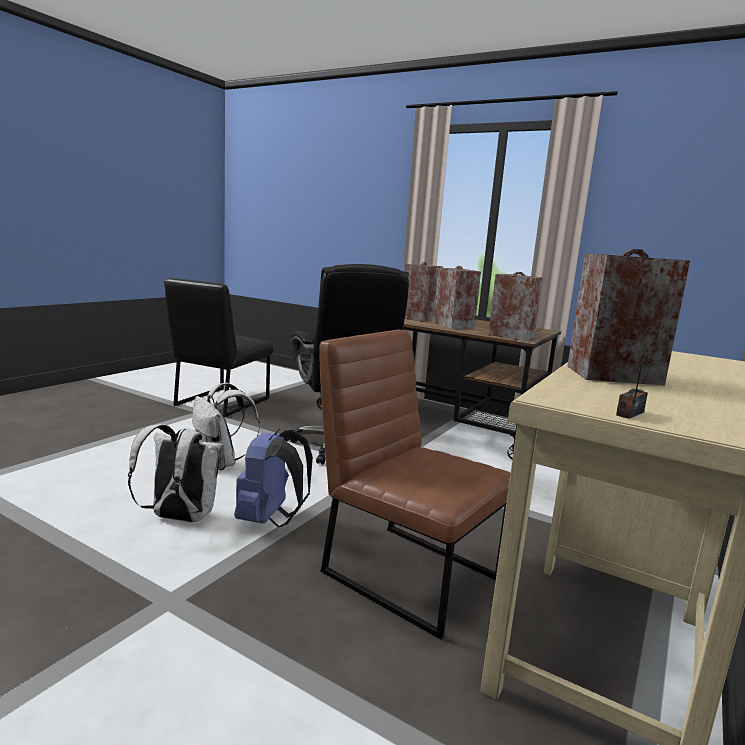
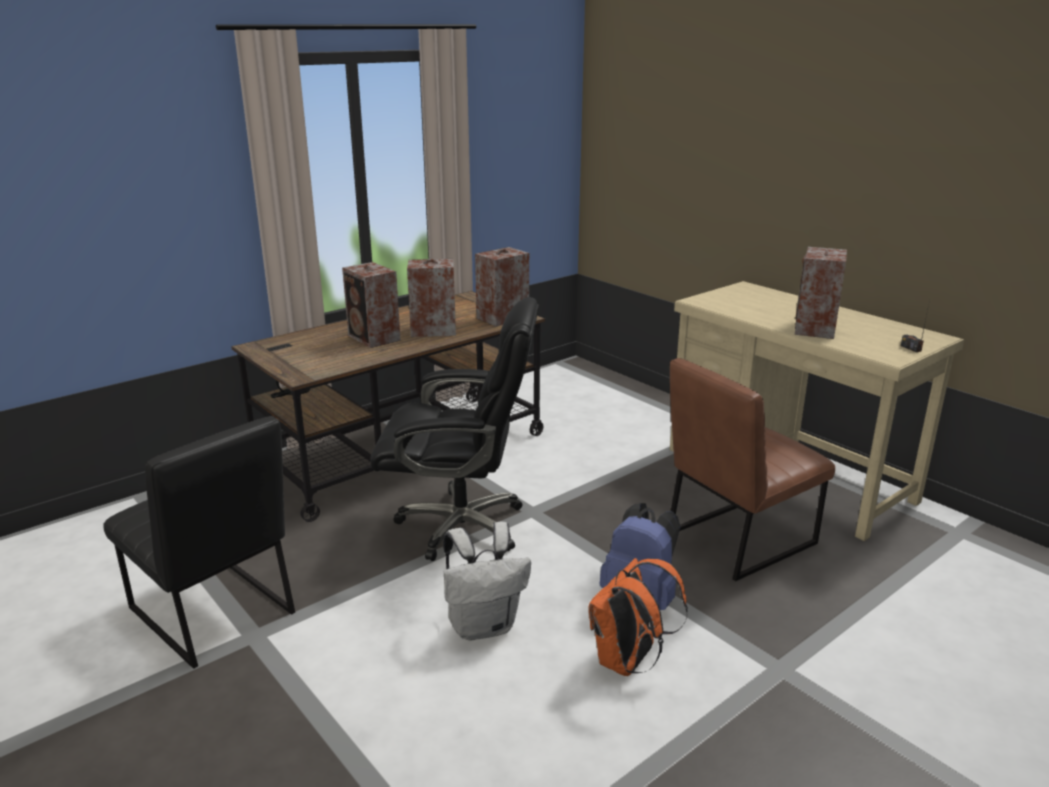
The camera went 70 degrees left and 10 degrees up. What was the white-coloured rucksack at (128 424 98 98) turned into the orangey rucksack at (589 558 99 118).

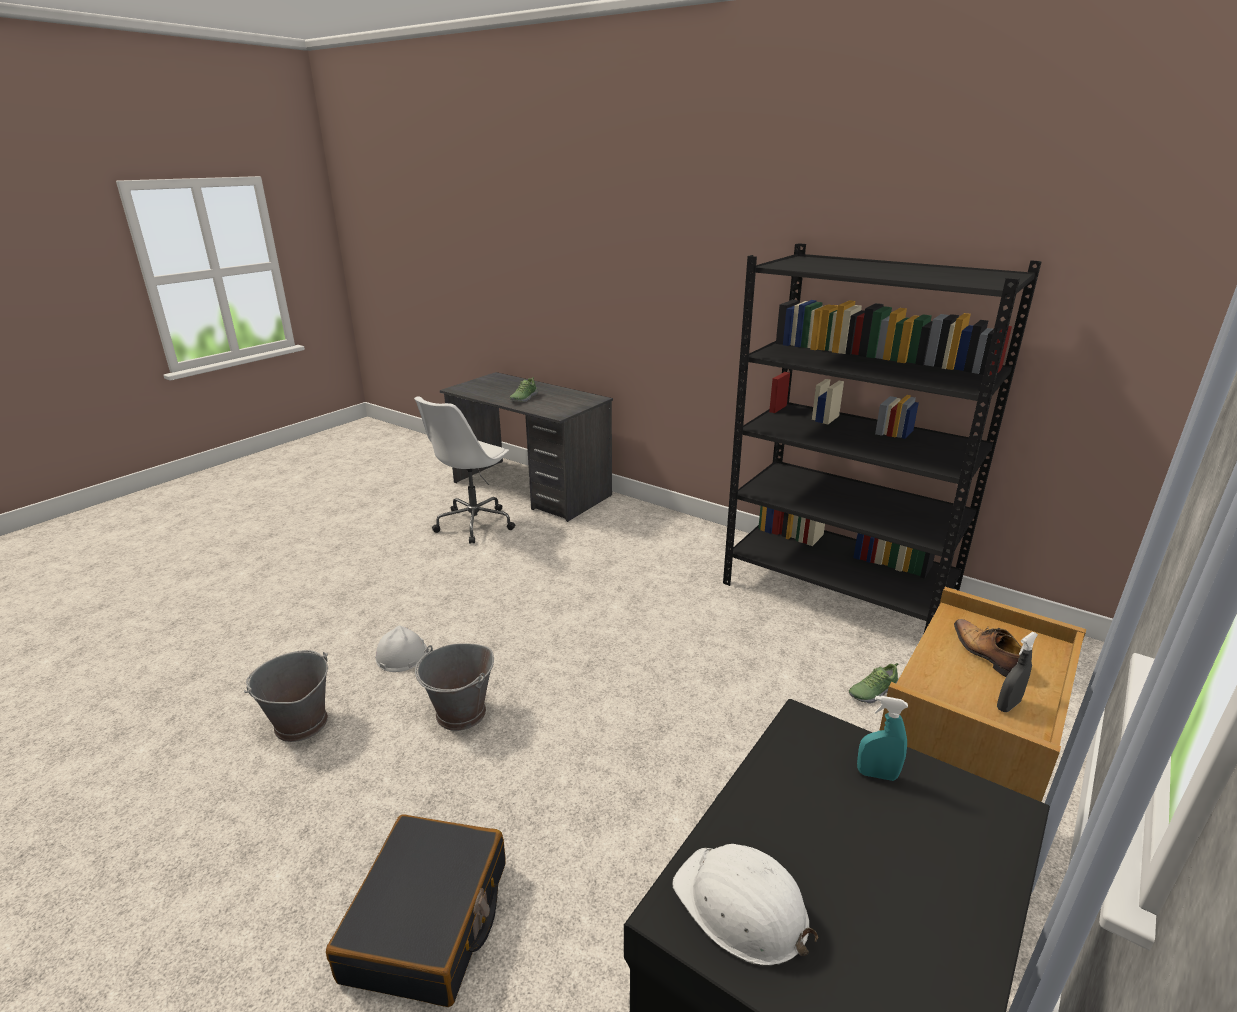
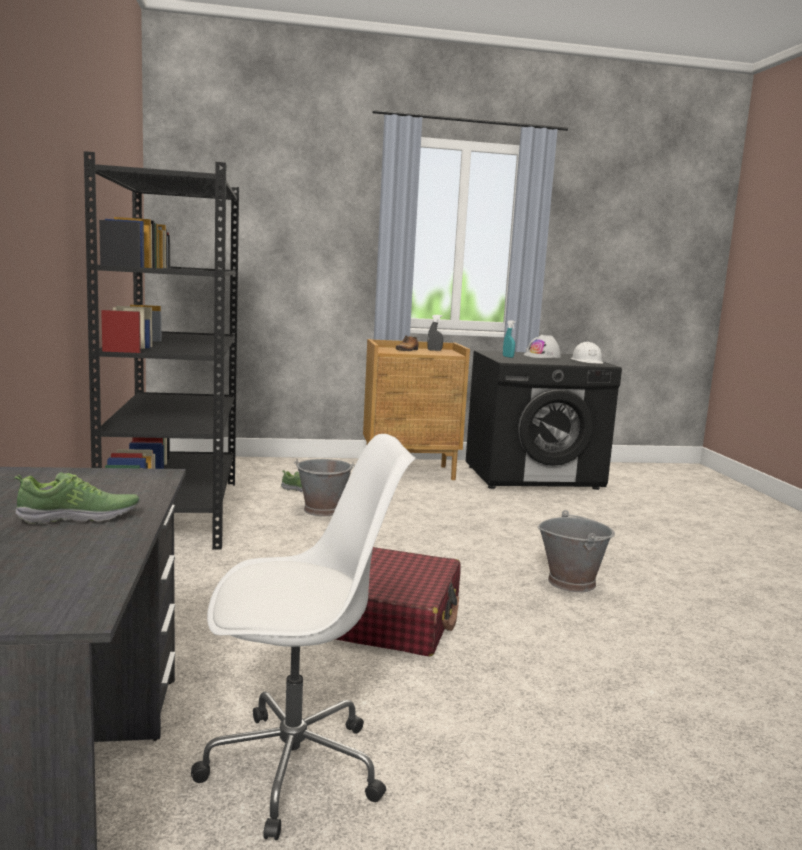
The camera went 135 degrees left and 15 degrees down. The second view lost the black-coloured suitcase at (326 814 179 193). The second view gained the red-coloured suitcase at (335 547 126 110). The grey water bucket ended up elsewhere, having gone from (244 650 84 92) to (294 459 61 57). The white-coloured hard hat ended up elsewhere, having gone from (375 625 52 47) to (524 335 37 23).

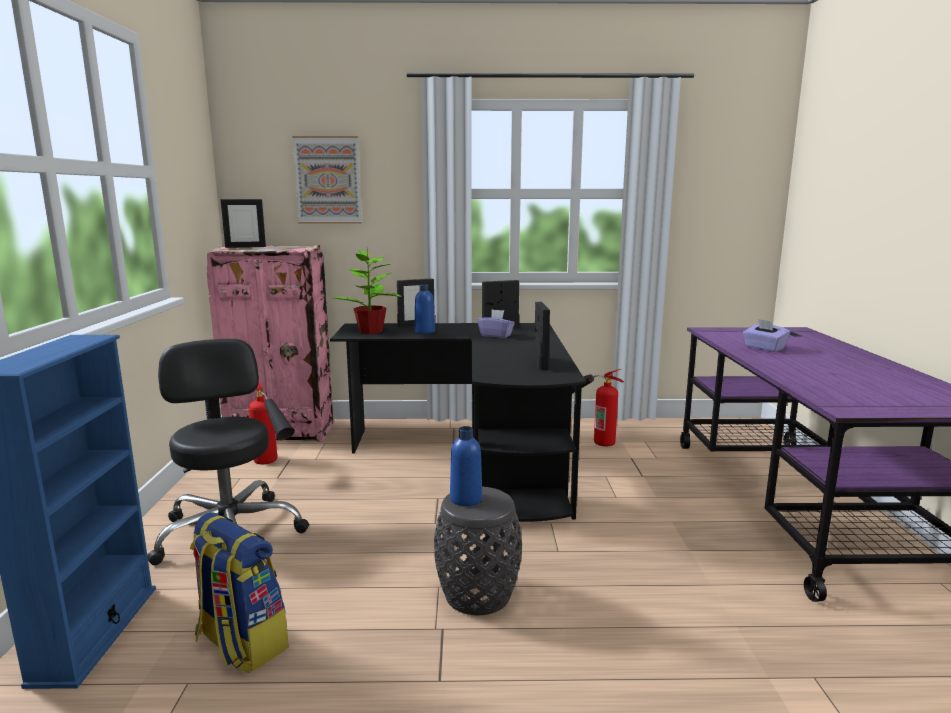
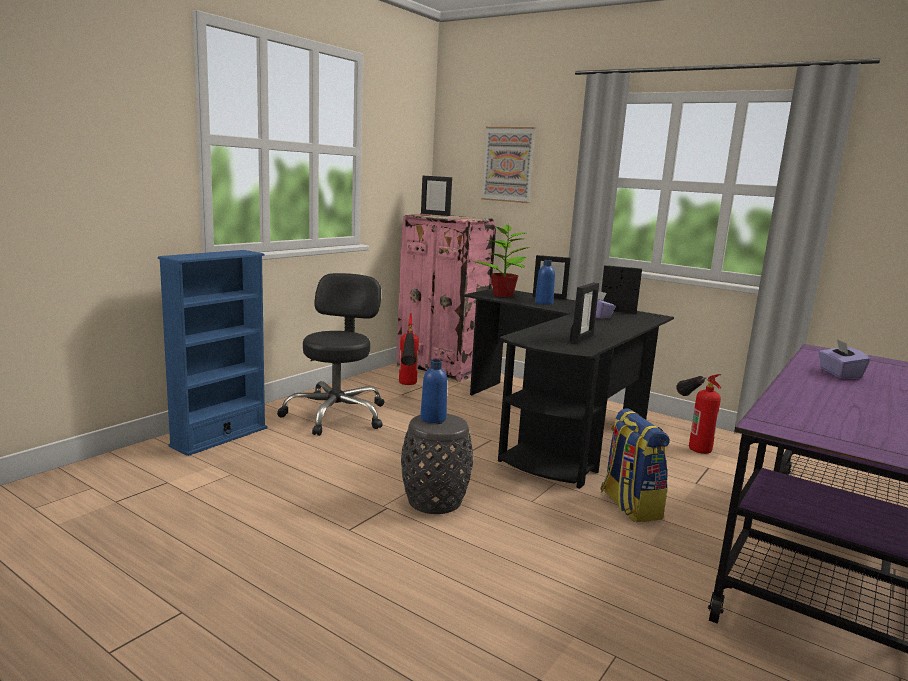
The camera went 35 degrees right and 0 degrees up. The rucksack ended up elsewhere, having gone from (190 512 99 161) to (600 408 70 114).

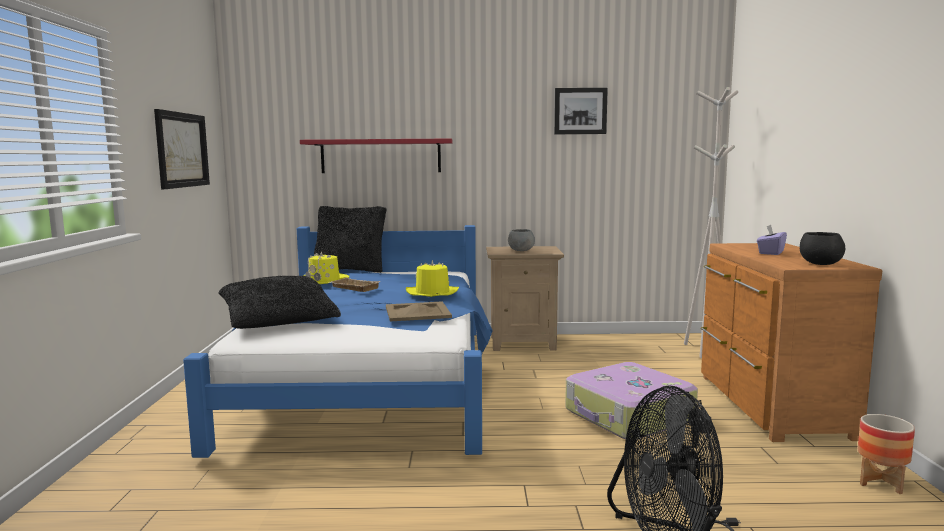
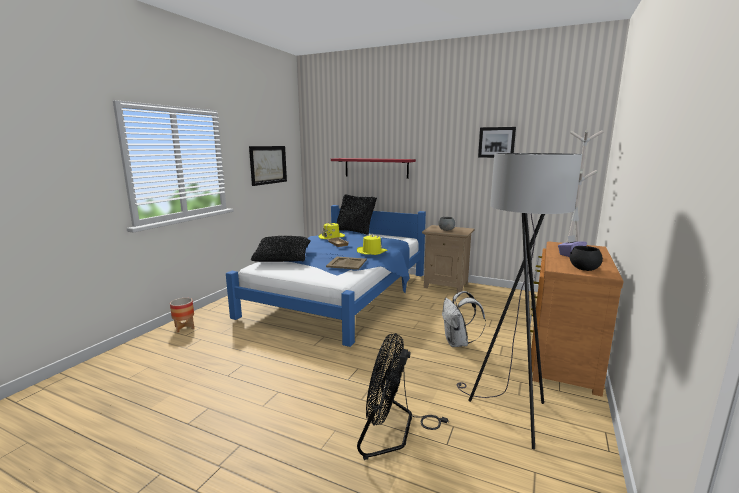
The camera went 25 degrees right and 5 degrees up. The second view gained the grey floor lamp at (457 153 125 296). The plant pot ended up elsewhere, having gone from (858 414 57 80) to (170 298 24 35). Where the suitcase stood at (565 362 133 78), the white-coloured rucksack came to stand at (442 291 44 56).

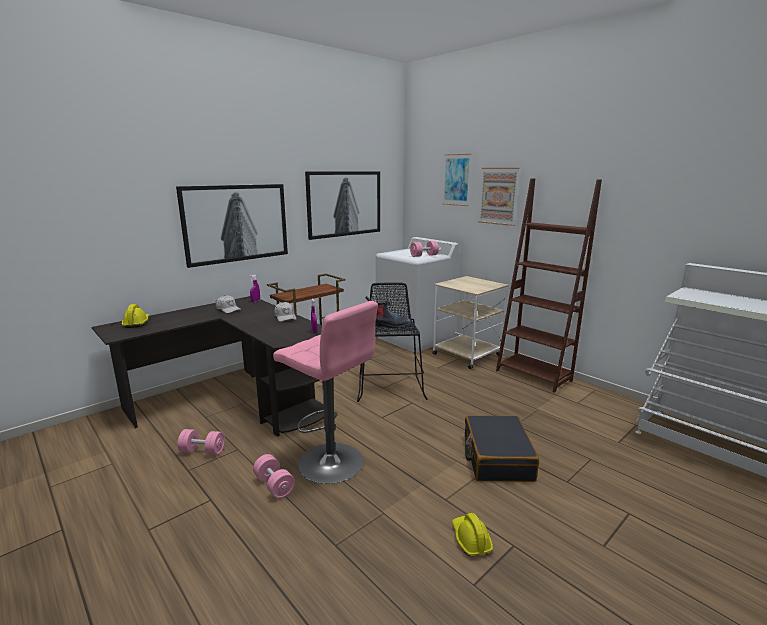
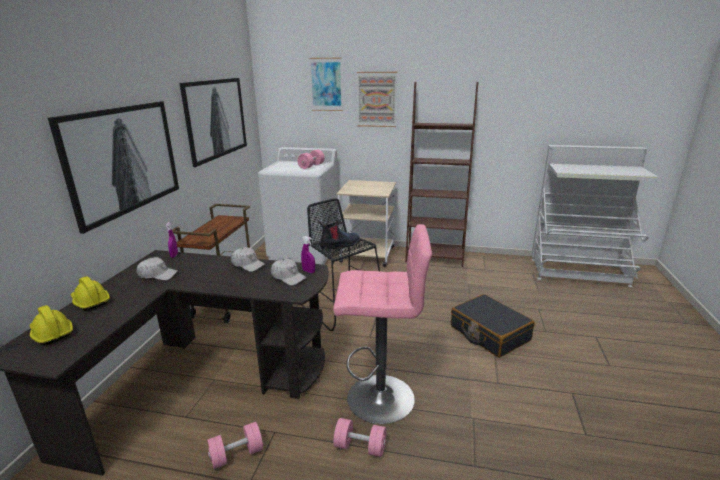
The camera went 35 degrees left and 5 degrees up. The second view gained the white-coloured peaked cap at (271 259 36 27). The yellowish hard hat ended up elsewhere, having gone from (452 513 41 43) to (70 276 40 35).

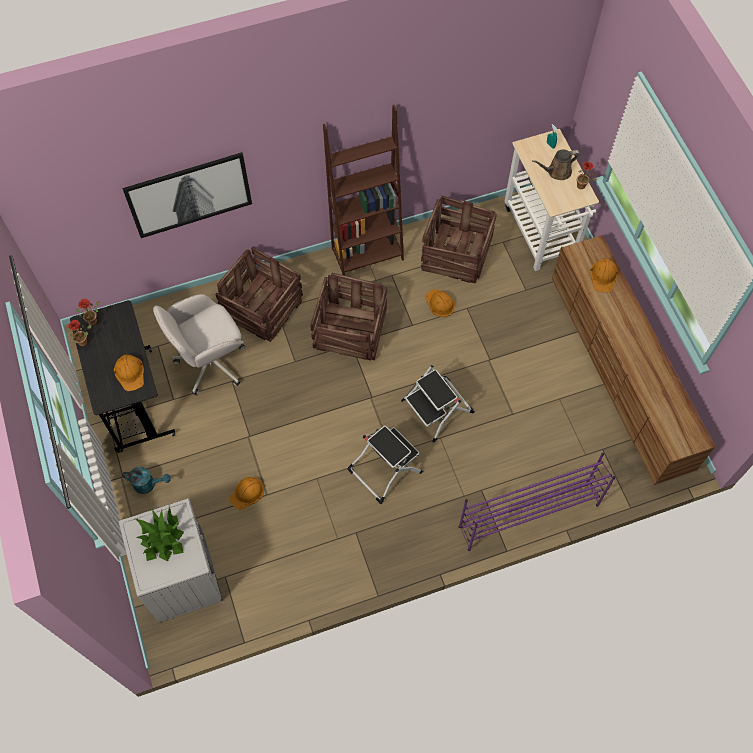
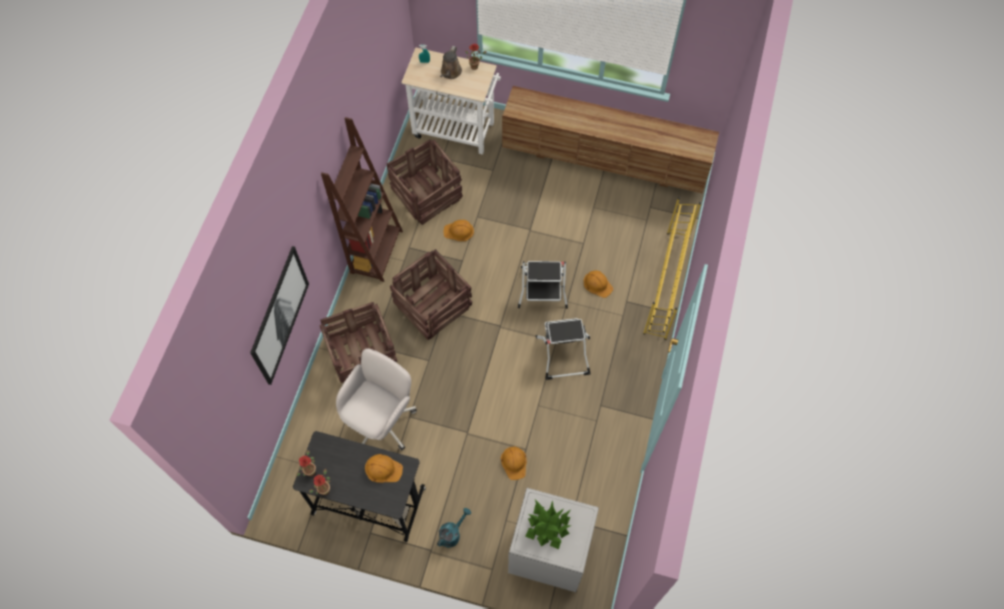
The camera went 55 degrees left and 0 degrees up. The orangey hard hat ended up elsewhere, having gone from (590 259 28 33) to (584 271 29 27). What was the purple shoe shelf at (459 453 156 98) turned into the yellowish shoe shelf at (643 197 58 143). The white-coloured office chair at (153 294 92 101) ended up facing another way, 150 degrees counterclockwise from before.

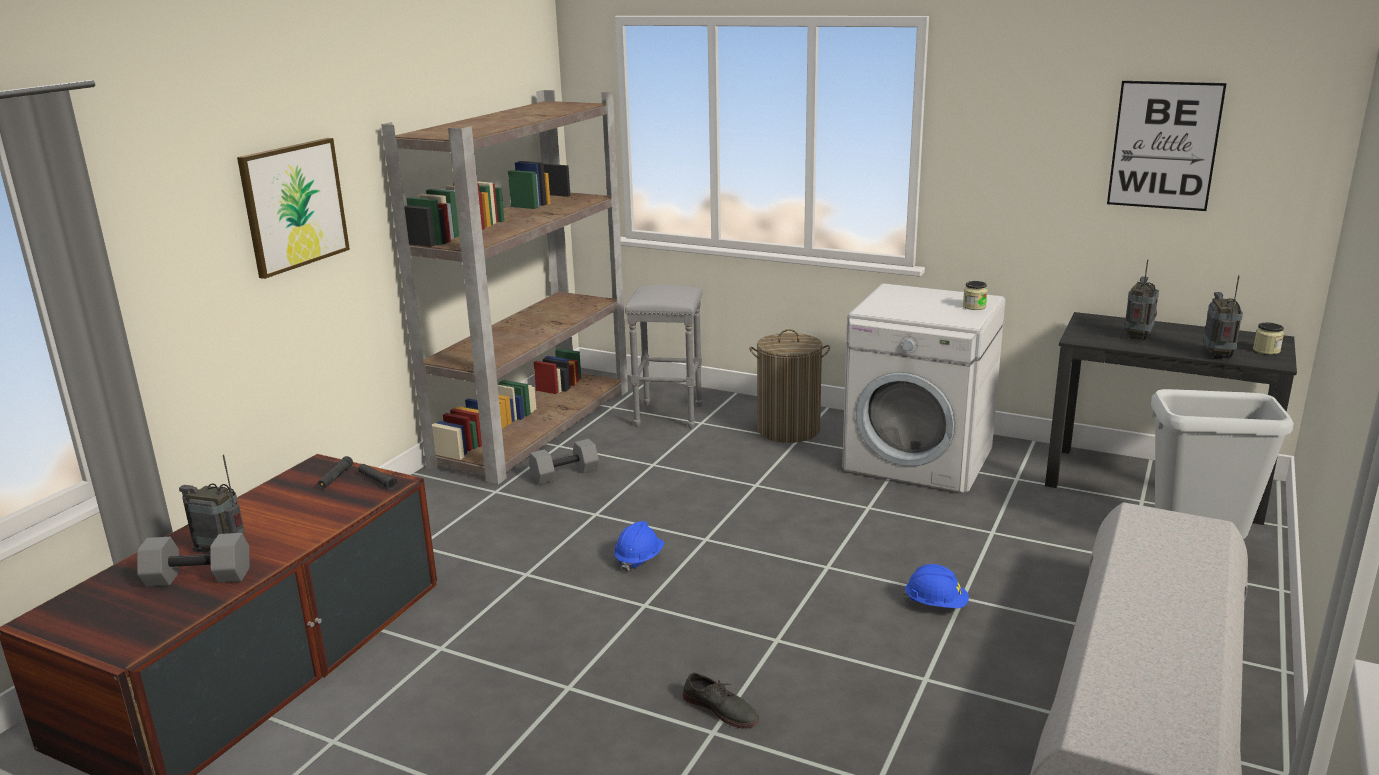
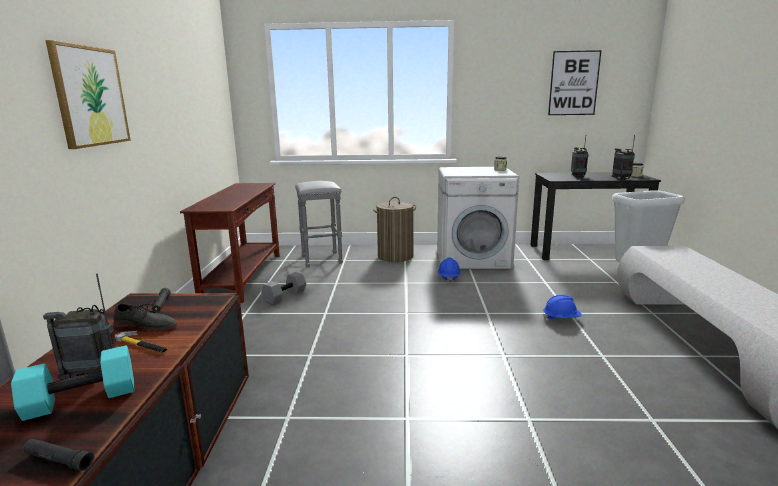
The camera went 25 degrees left and 5 degrees down. The second view gained the hand hammer at (115 331 52 22). The black-coloured torch ended up elsewhere, having gone from (358 464 39 25) to (23 439 72 32). The blue-coloured hard hat ended up elsewhere, having gone from (614 521 50 51) to (438 258 23 24). The grey low shoe ended up elsewhere, having gone from (683 673 76 56) to (113 303 64 29). Where the brownish bookcase stood at (381 90 247 395), the brownish narrow table came to stand at (180 183 100 120). What was the grey dumbbell at (137 533 113 54) turned into the blue-green dumbbell at (11 345 123 76).

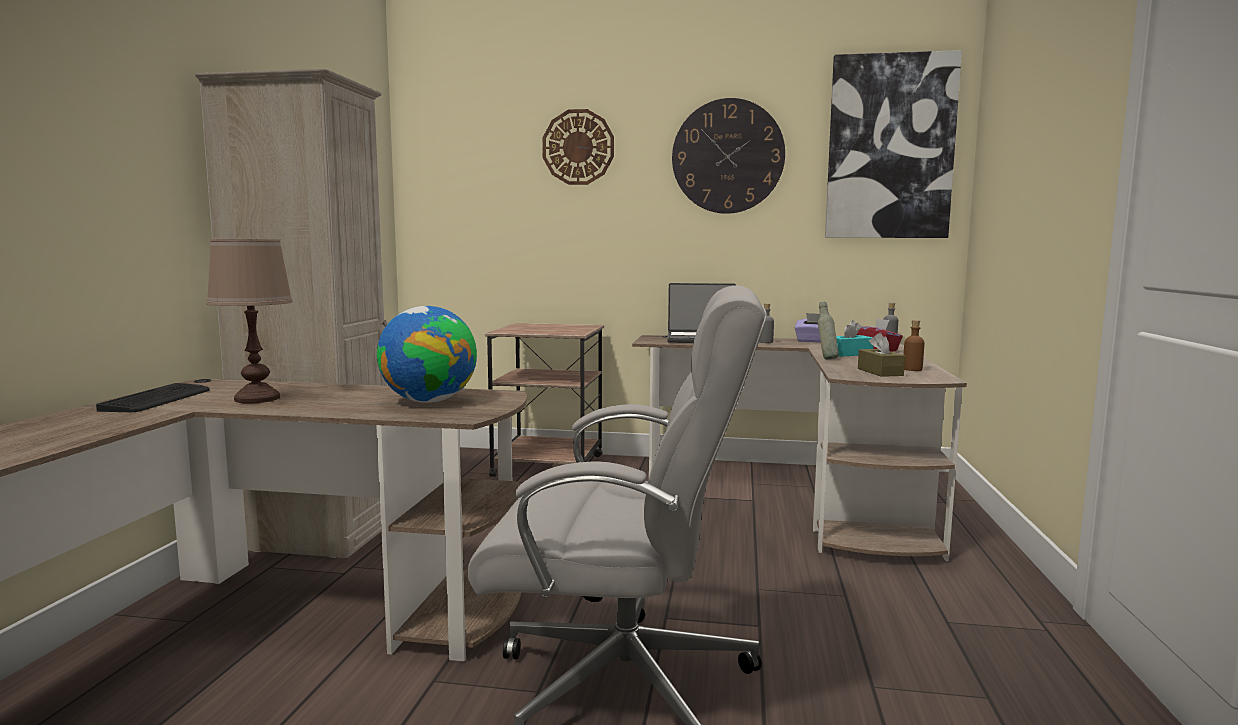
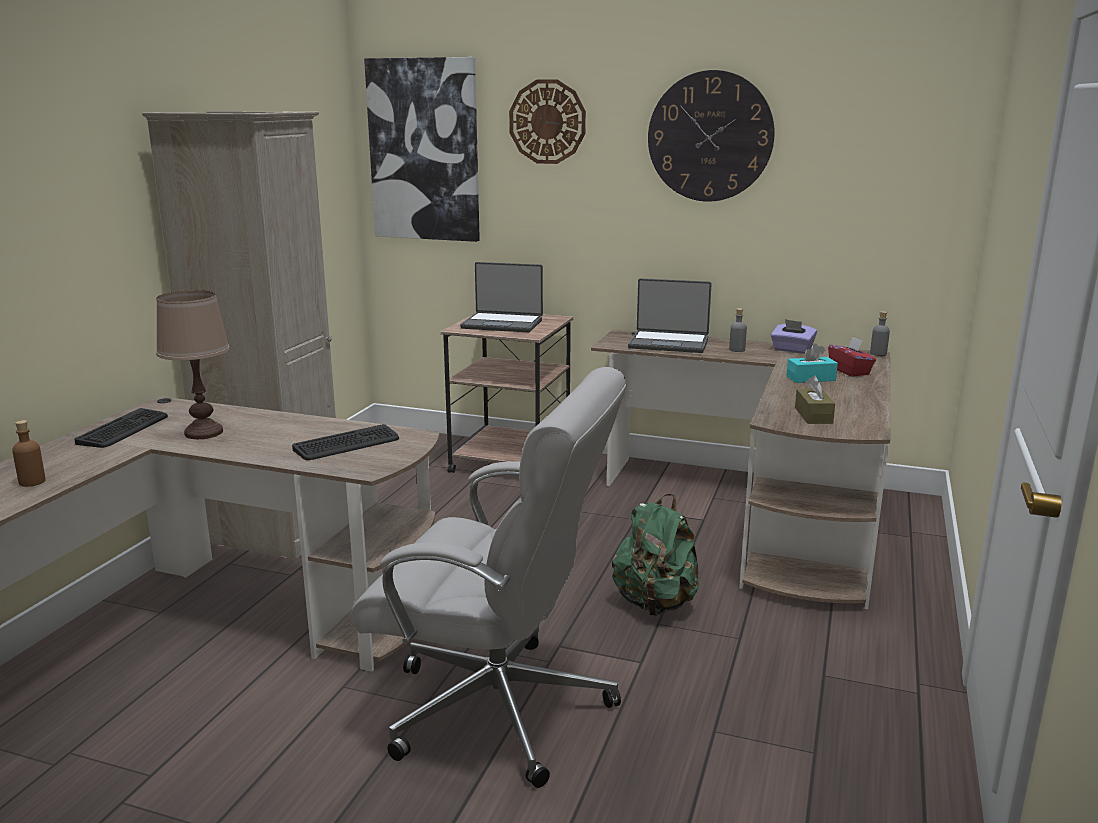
The camera went 10 degrees right and 10 degrees up. The second view lost the grey bottle at (818 302 21 58). The second view gained the laptop at (460 262 83 70). The second view gained the green-coloured rucksack at (612 494 87 122). The wall picture ended up elsewhere, having gone from (825 50 137 188) to (364 57 116 185). The brownish bottle ended up elsewhere, having gone from (903 320 22 51) to (12 420 34 67). Where the desk globe stood at (377 306 100 97), the keyboard came to stand at (292 424 107 36).

